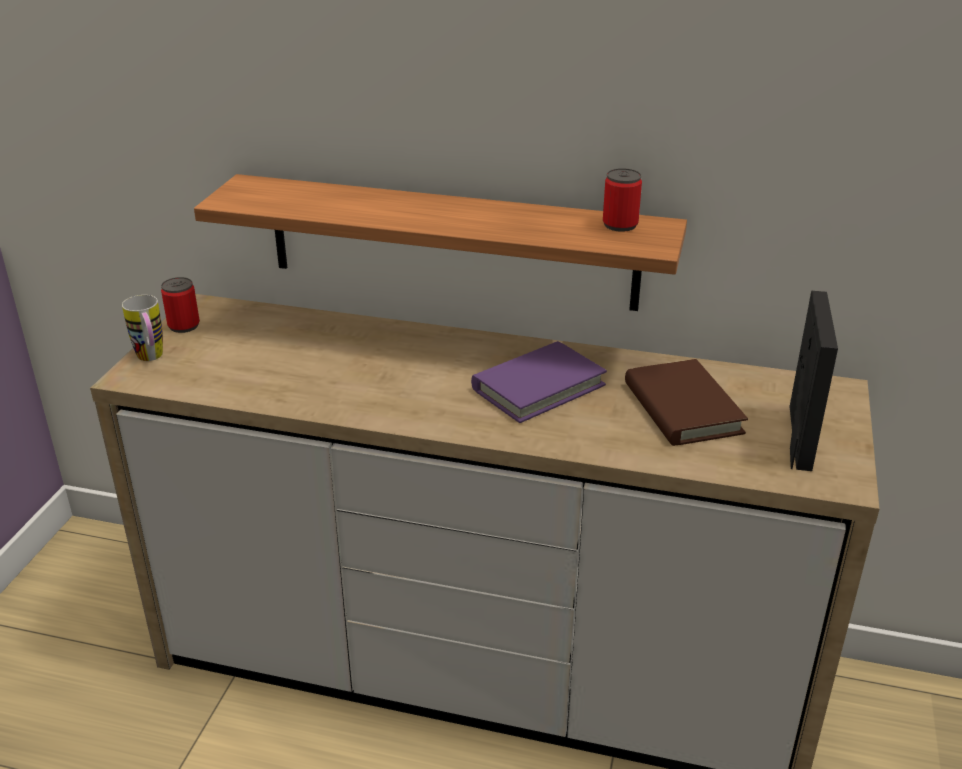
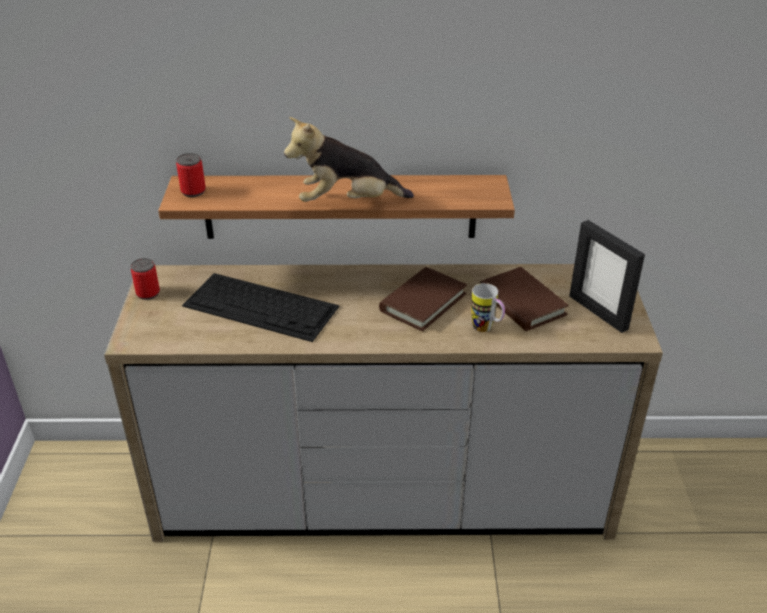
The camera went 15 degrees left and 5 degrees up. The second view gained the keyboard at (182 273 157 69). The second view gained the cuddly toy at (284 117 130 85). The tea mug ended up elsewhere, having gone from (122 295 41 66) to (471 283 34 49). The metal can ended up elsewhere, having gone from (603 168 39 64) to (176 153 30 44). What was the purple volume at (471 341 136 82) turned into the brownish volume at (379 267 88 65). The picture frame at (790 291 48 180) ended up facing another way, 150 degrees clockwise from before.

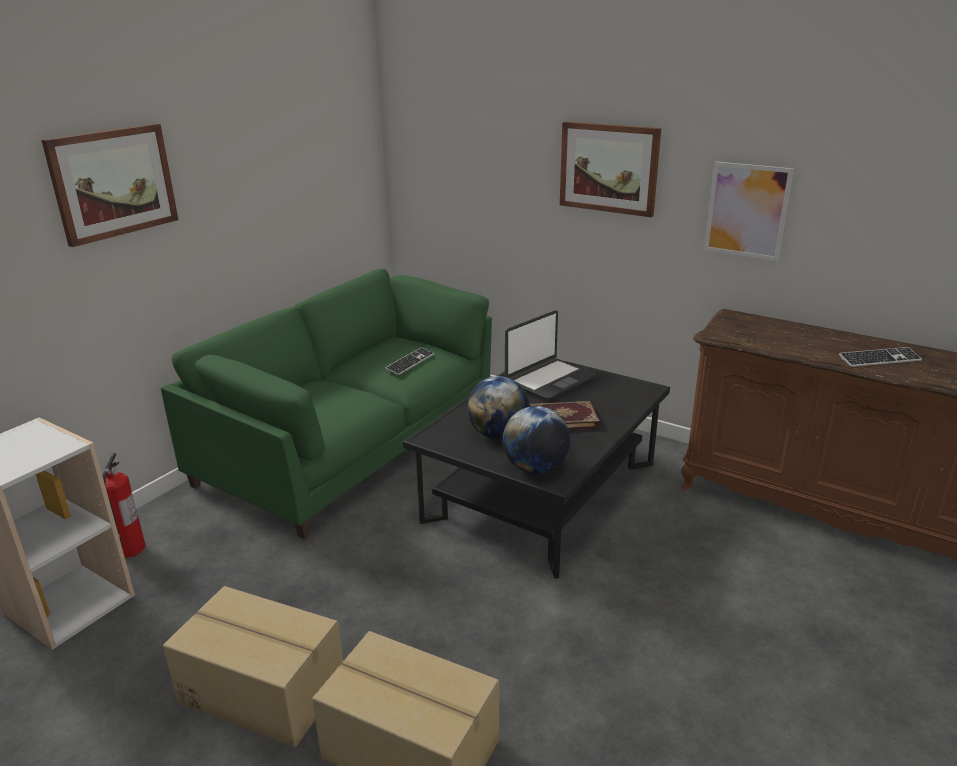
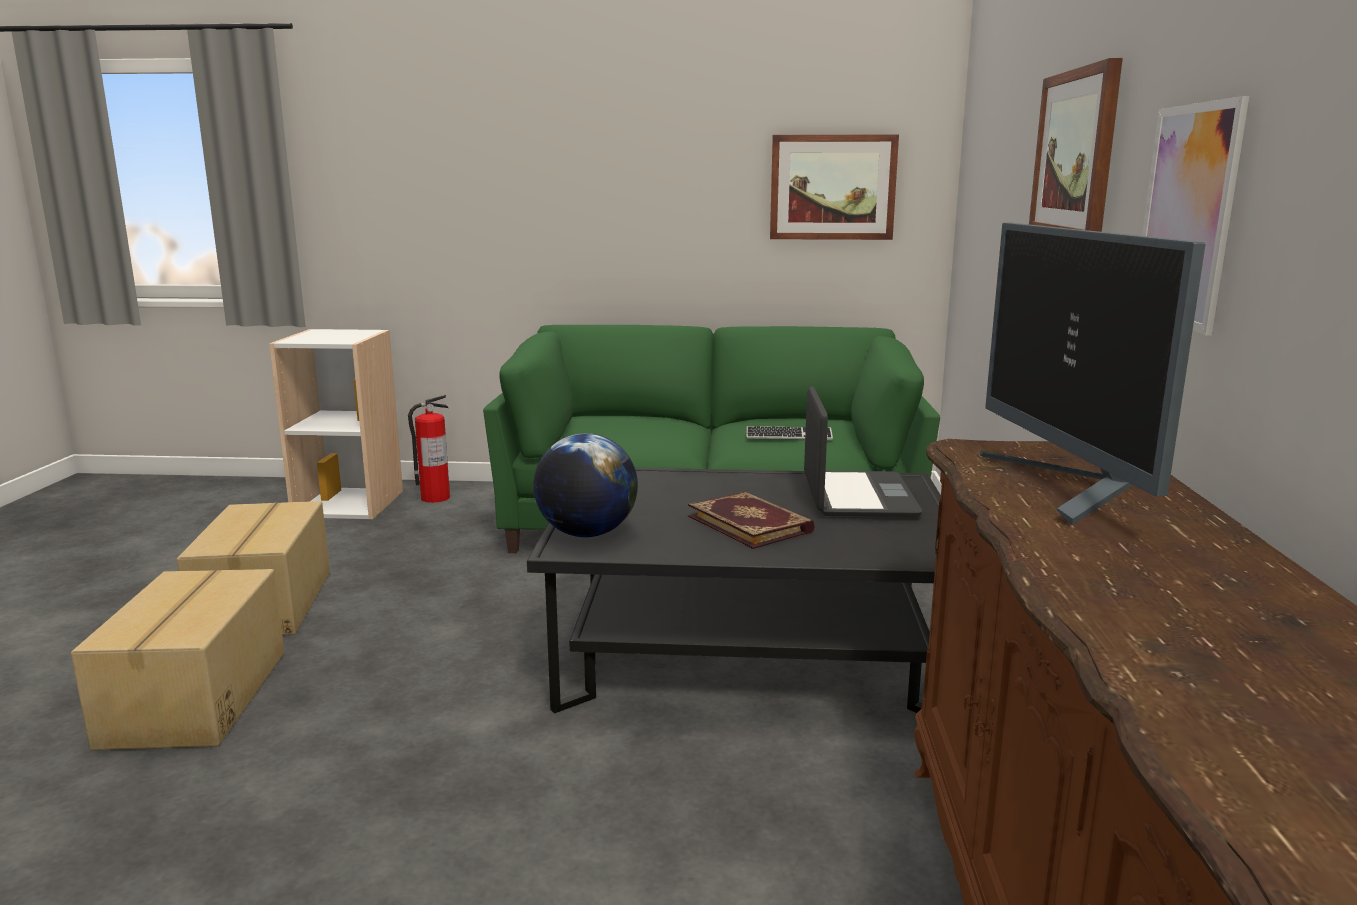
The camera went 60 degrees right and 10 degrees down. The second view lost the desk globe at (467 376 63 63). The second view lost the keyboard at (839 347 83 20). The second view gained the computer display at (980 223 225 302). The wall picture ended up elsewhere, having gone from (42 124 136 123) to (770 135 129 105). The laptop at (505 310 91 90) ended up facing another way, 105 degrees counterclockwise from before.

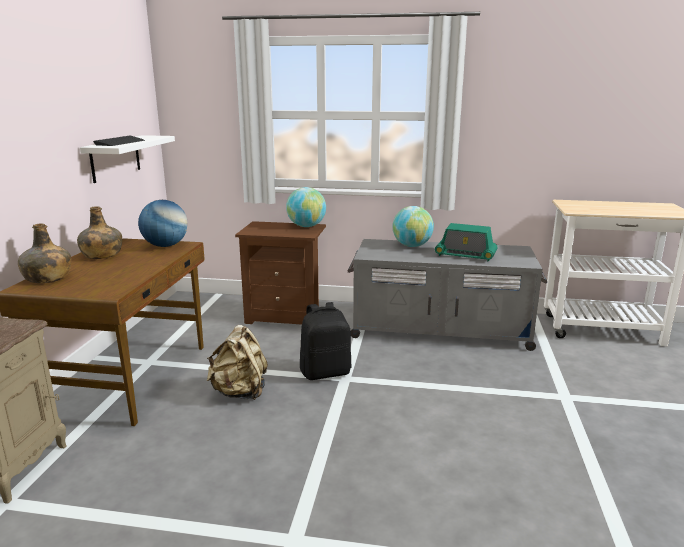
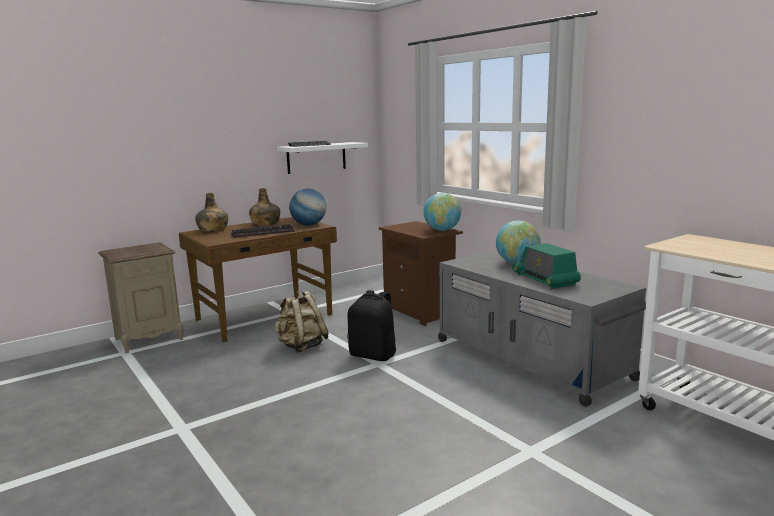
The camera went 45 degrees right and 5 degrees down. The second view gained the keyboard at (231 224 64 14).

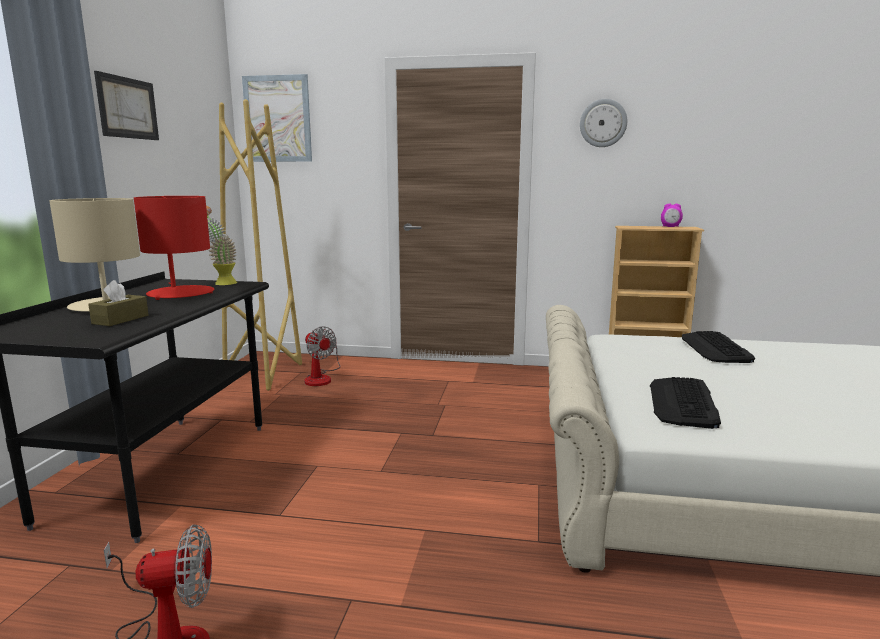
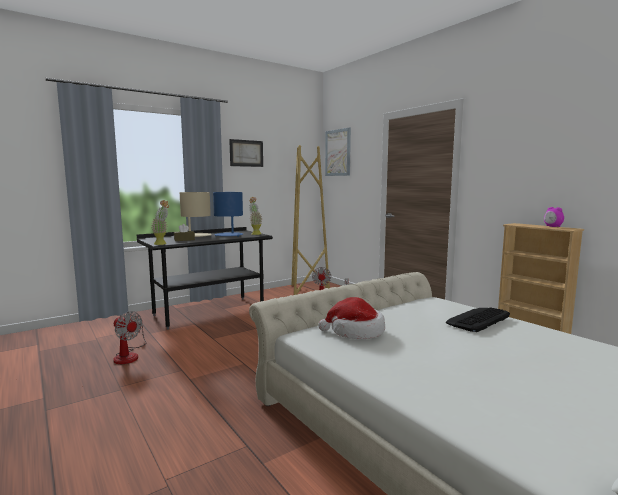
The camera went 45 degrees right and 5 degrees down. The second view lost the clock on the wall at (580 99 47 48). The second view gained the potted plant at (152 200 17 45). Where the keyboard stood at (650 377 71 52), the clothing hat came to stand at (318 297 67 42). What was the red-coloured lamp for a table at (134 196 80 104) turned into the blue-coloured lamp for a table at (213 192 30 45).

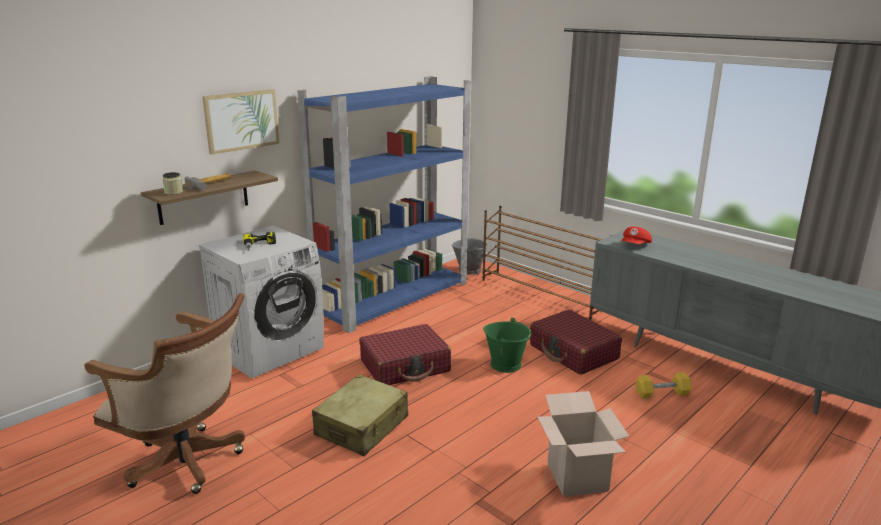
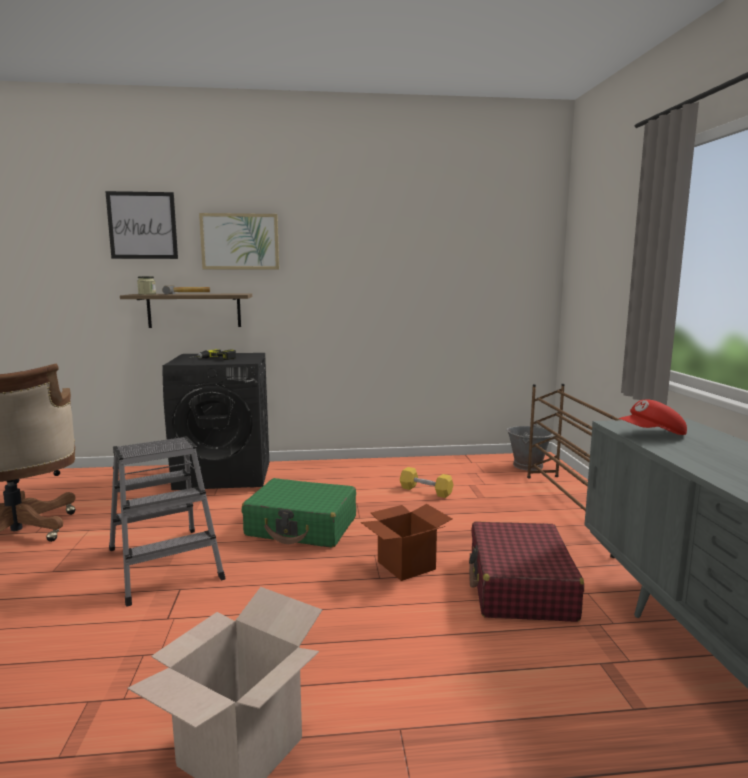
The camera went 40 degrees right and 10 degrees down. The second view lost the blue-coloured bookcase at (297 76 174 257). The second view gained the wall picture at (105 191 73 68). The yellowish dumbbell ended up elsewhere, having gone from (635 372 57 27) to (400 467 54 31). Where the sand-coloured suitcase stood at (312 374 96 82), the grey step stool came to stand at (109 436 117 170). Where the green-coloured water bucket stood at (483 318 48 55), the carton came to stand at (361 504 91 77). What was the white-coloured laundry appliance at (199 226 125 152) turned into the black-coloured laundry appliance at (162 353 107 137). What was the red-coloured suitcase at (359 324 92 61) turned into the green-coloured suitcase at (241 478 115 70).

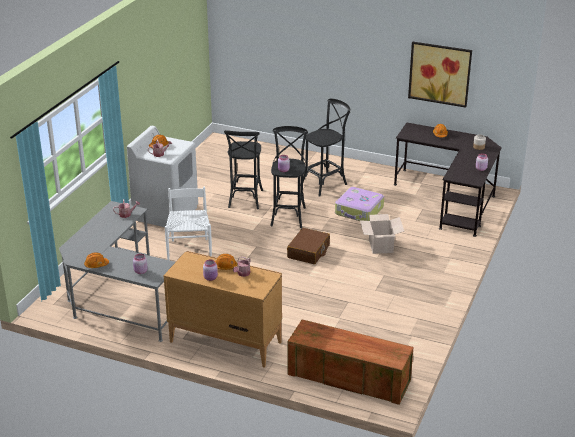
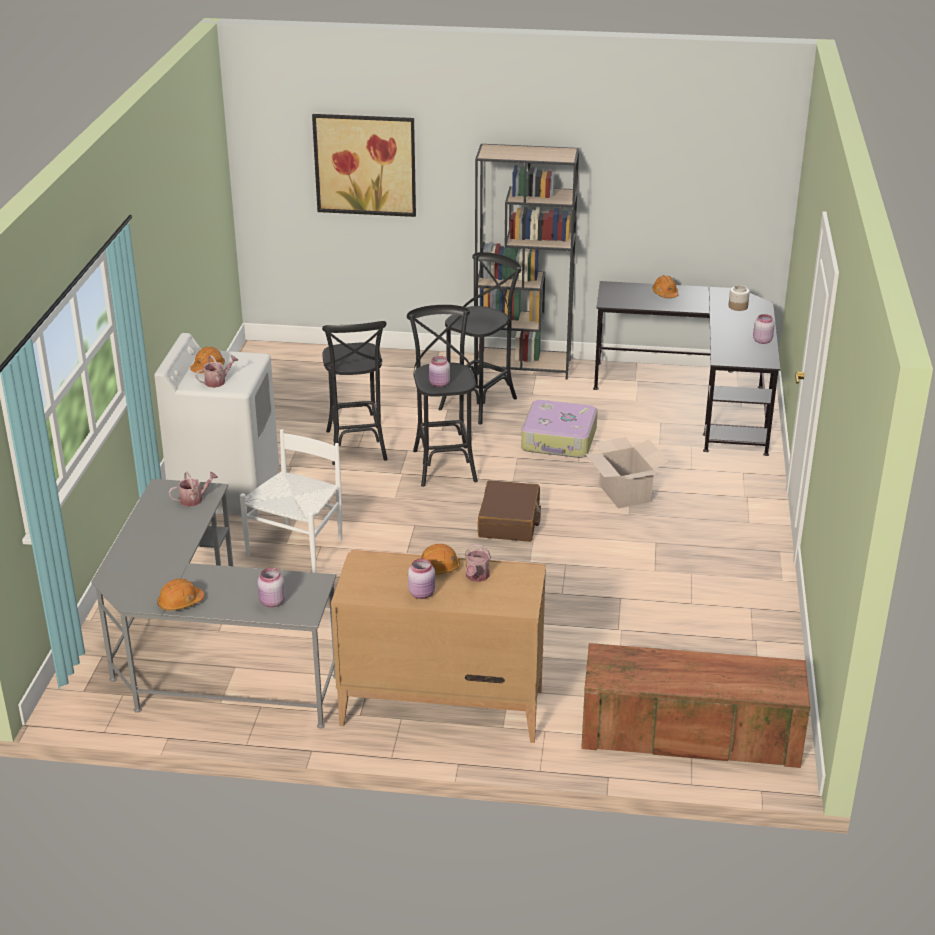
The camera went 15 degrees left and 0 degrees up. The second view gained the bookcase at (475 144 104 236). The wall picture ended up elsewhere, having gone from (408 42 64 66) to (312 114 104 103). The white-coloured chair at (165 187 47 73) ended up facing another way, 45 degrees clockwise from before.

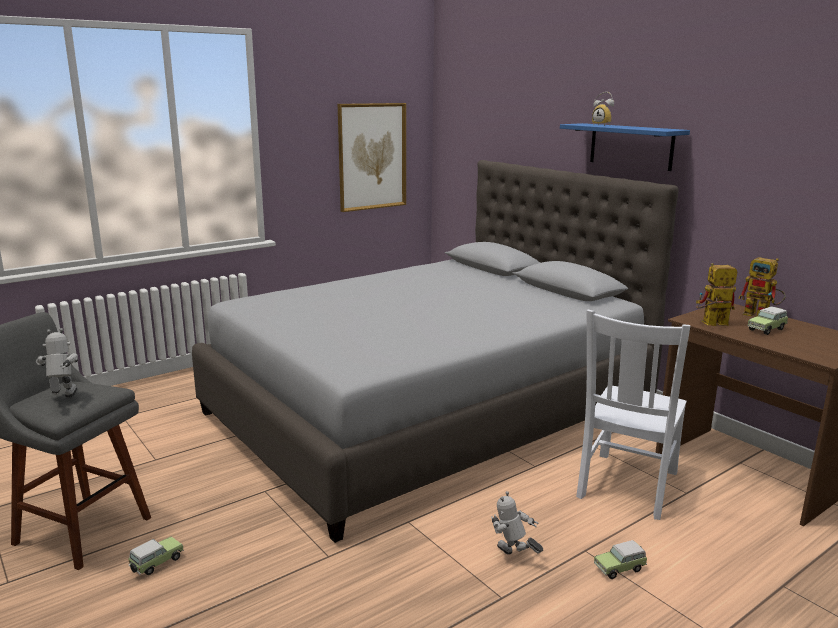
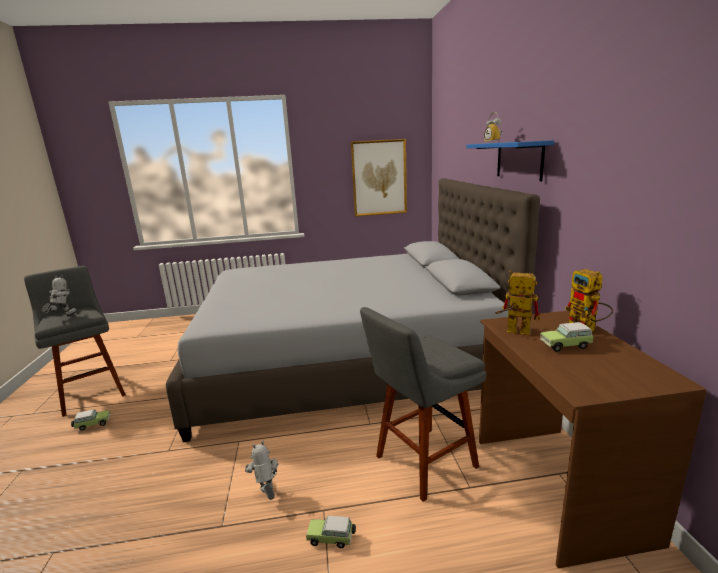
The camera went 30 degrees right and 0 degrees up. Where the white-coloured chair stood at (576 310 114 210), the grey stool came to stand at (360 307 126 195).

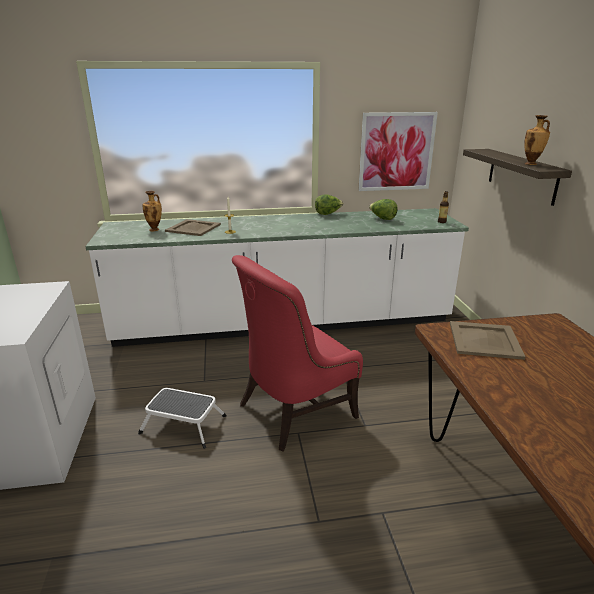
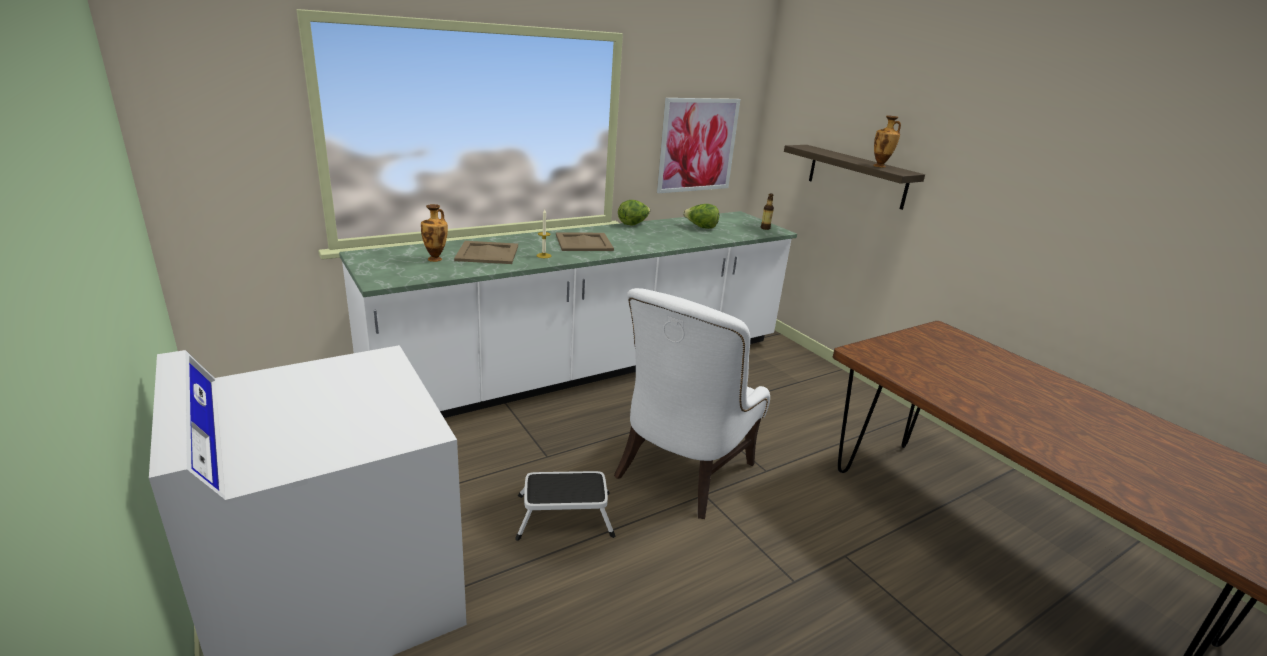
The camera went 25 degrees left and 0 degrees up. The sand-coloured serving tray ended up elsewhere, having gone from (450 321 75 39) to (556 232 58 19). What was the red-coloured chair at (232 255 131 197) turned into the white-coloured chair at (614 288 156 231).

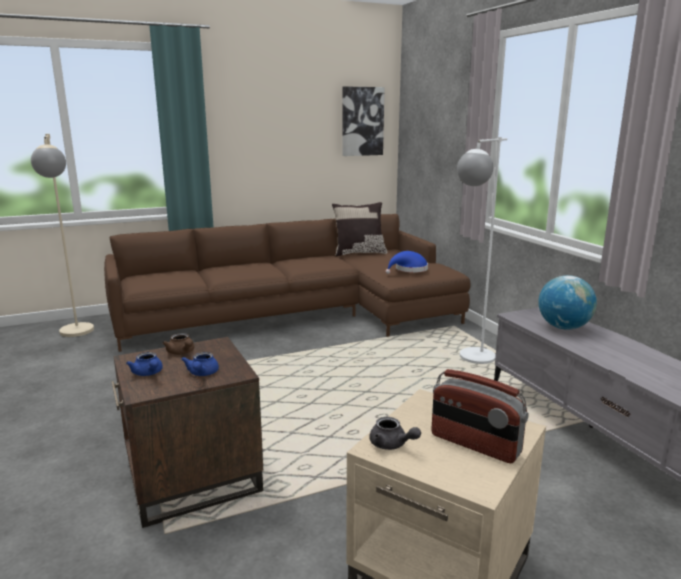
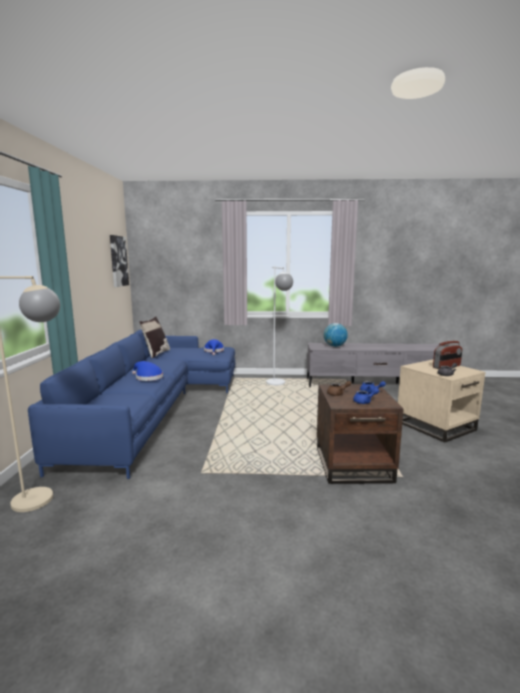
The camera went 65 degrees left and 5 degrees down. The second view gained the blue-coloured clothing hat at (132 361 31 20). What was the brownish sofa at (104 214 367 138) turned into the blue-coloured sofa at (28 329 207 150).

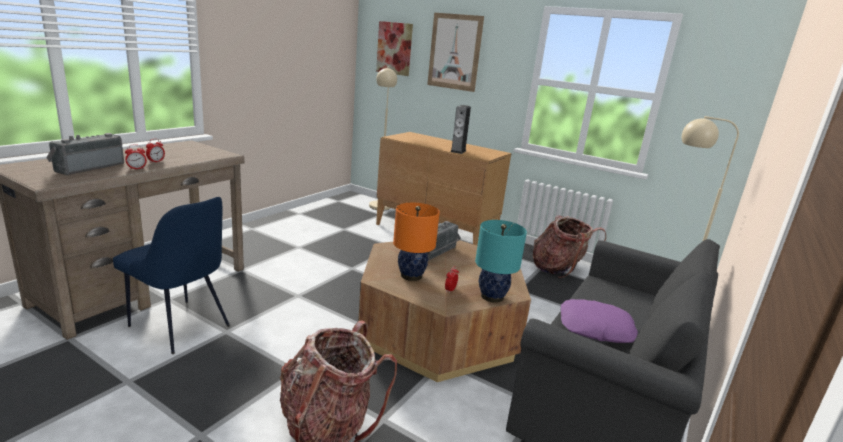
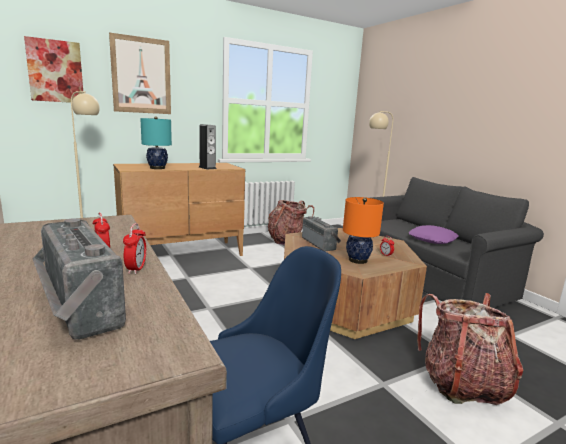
The camera went 60 degrees left and 5 degrees down. The blue-green lamp for a table ended up elsewhere, having gone from (475 220 52 83) to (140 116 32 53).

